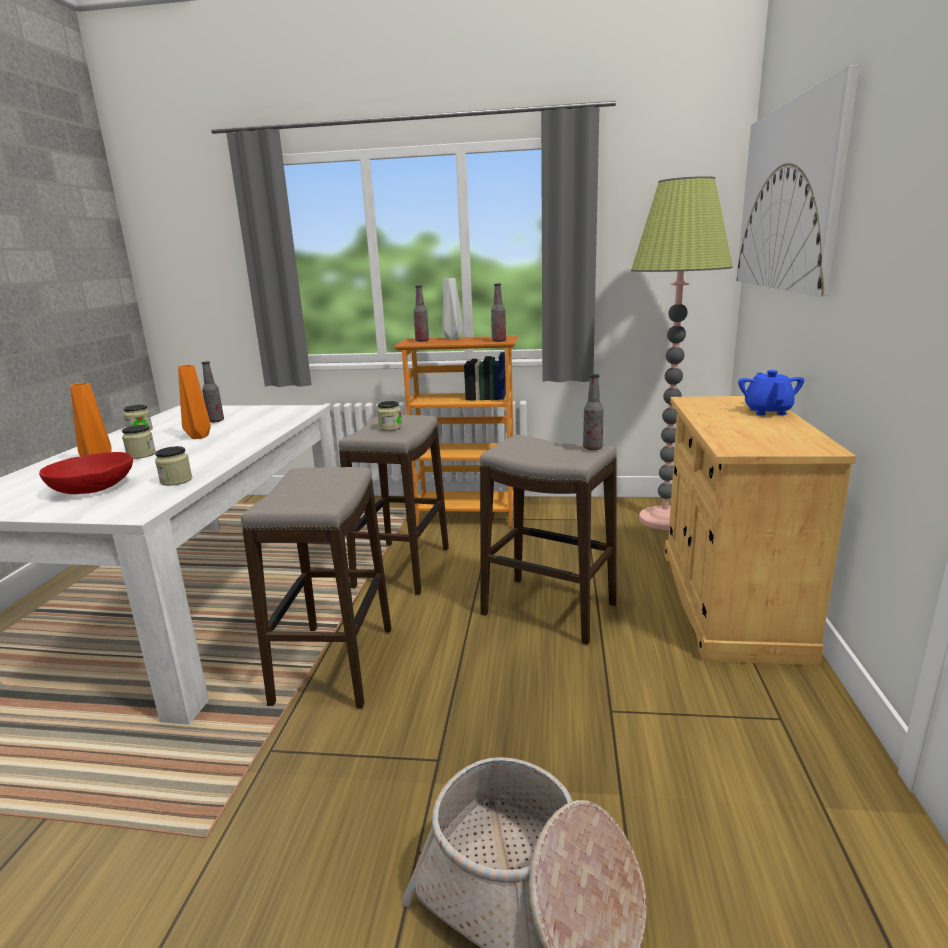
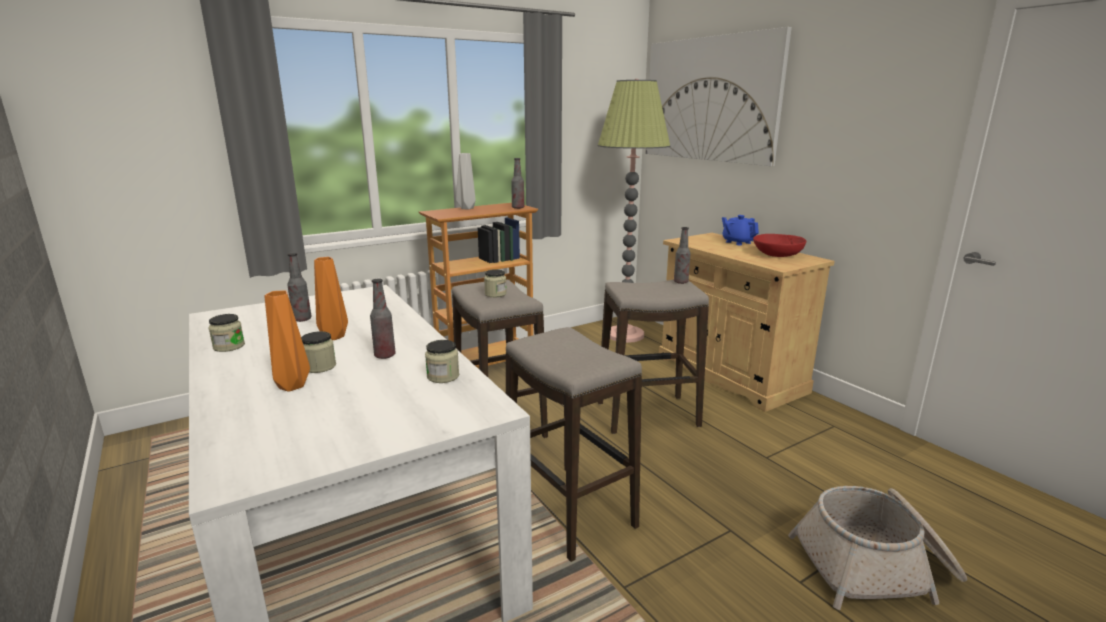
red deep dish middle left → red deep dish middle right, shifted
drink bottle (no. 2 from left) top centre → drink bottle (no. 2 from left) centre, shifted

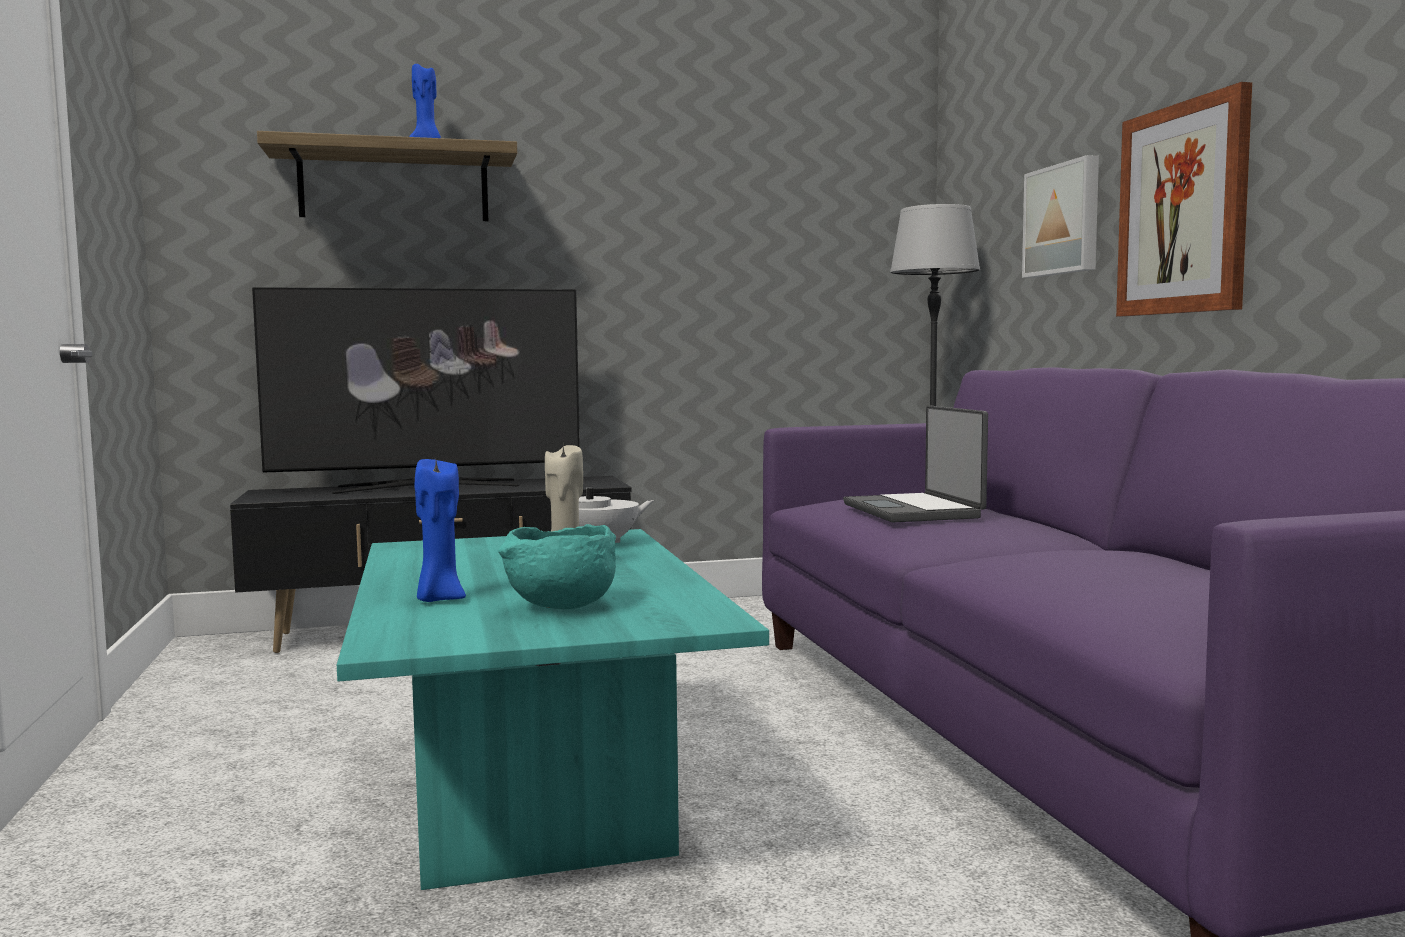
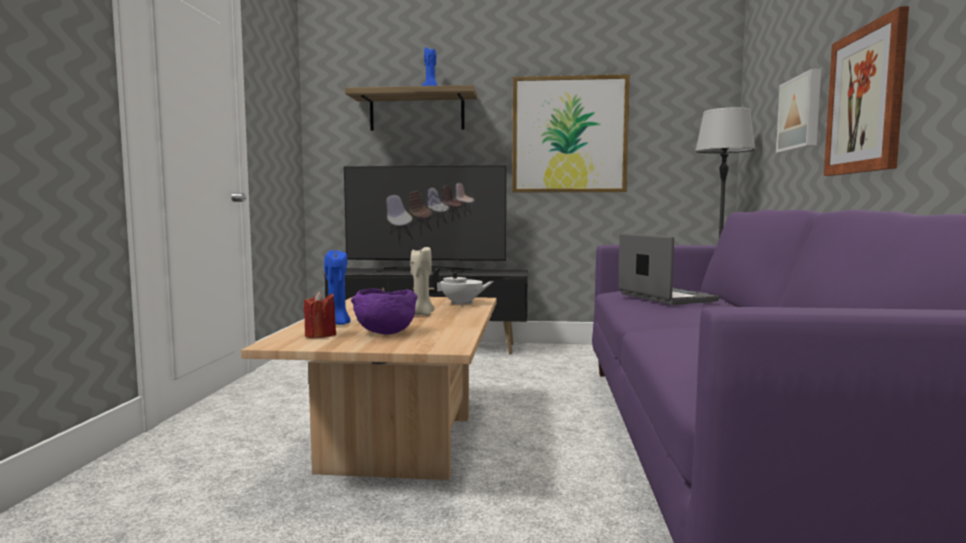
blue-green lounge table bottom centre → sand-coloured lounge table bottom centre
blue-green deep dish centre → purplish deep dish centre
portable computer centre → portable computer middle right, 150 degrees clockwise
- → red candle middle left
- → wall art (no. 1 from left) top centre

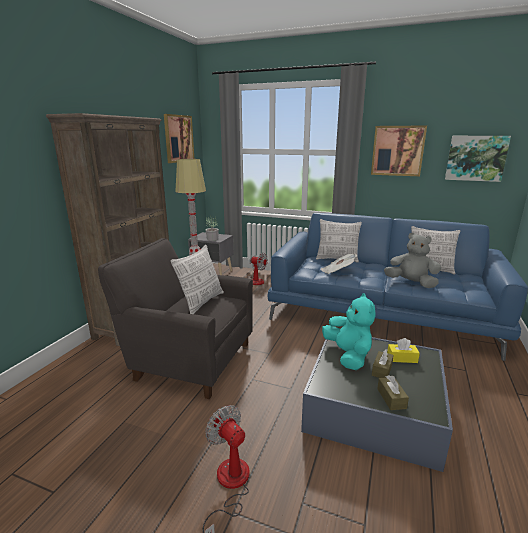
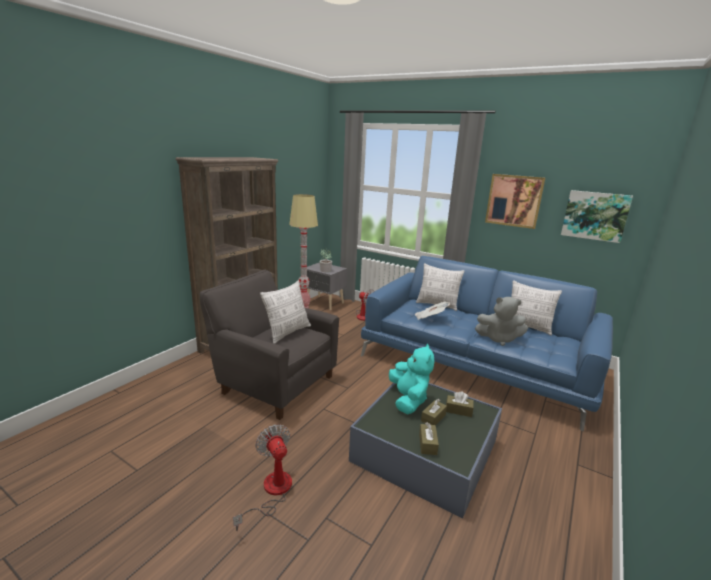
wall art (no. 1 from left) top centre → -
greyish cuddly toy middle right, 150 degrees clockwise
yellow-coloured tissue box middle right → brownish tissue box (no. 3 from left) bottom centre

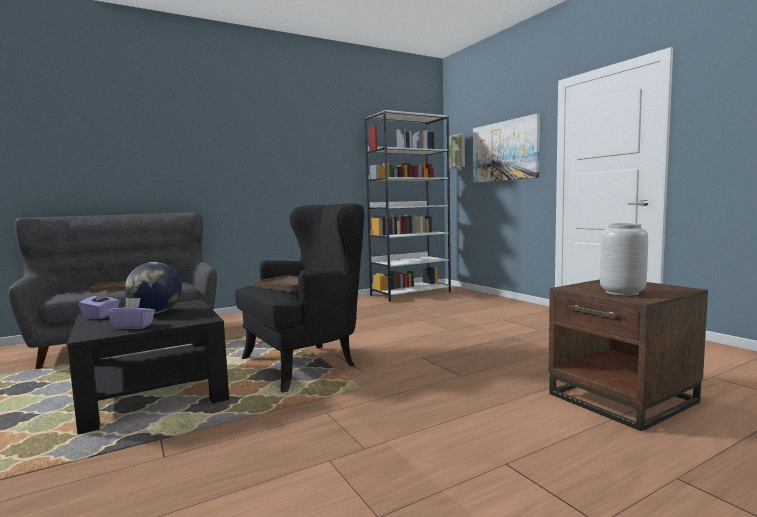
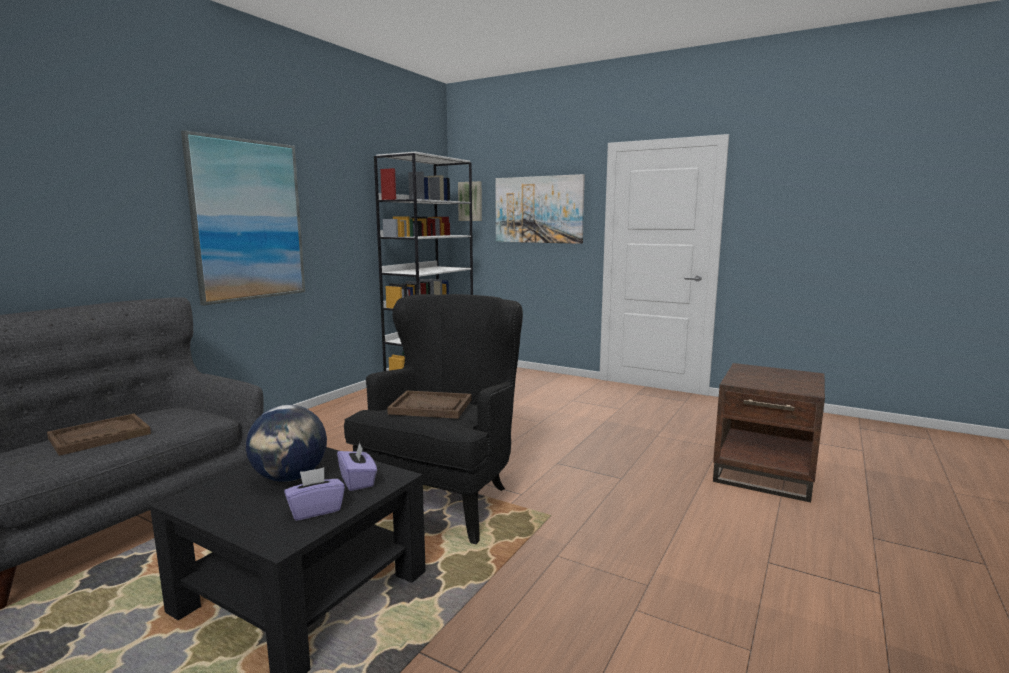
purplish tissue box (no. 1 from left in the first image) middle left → purplish tissue box (no. 2 from left) bottom centre, shifted
greyish flower vase middle right → -
- → wall art (no. 1 from left) top left

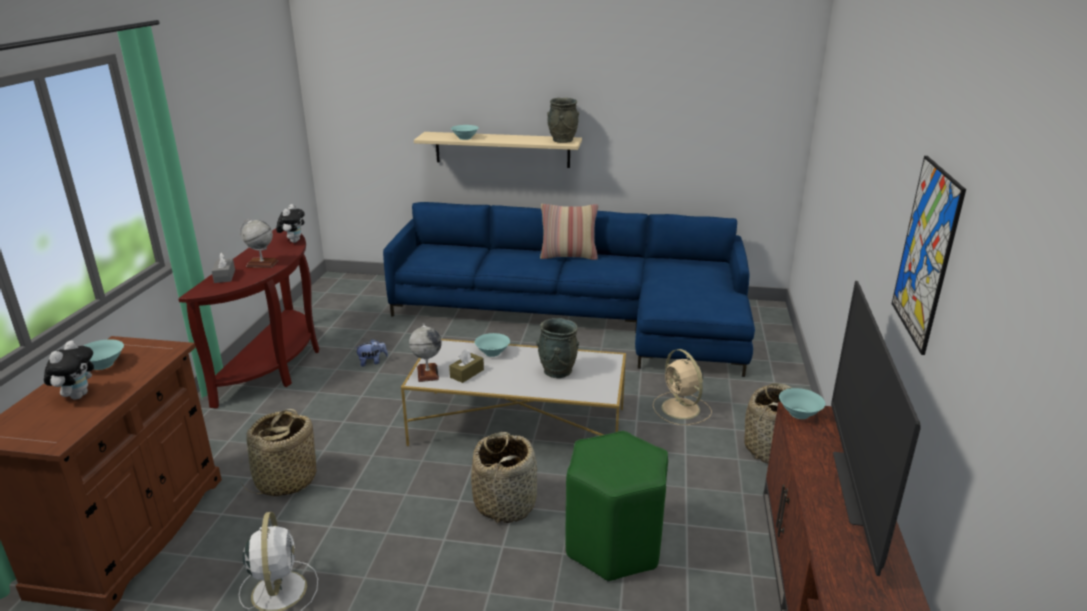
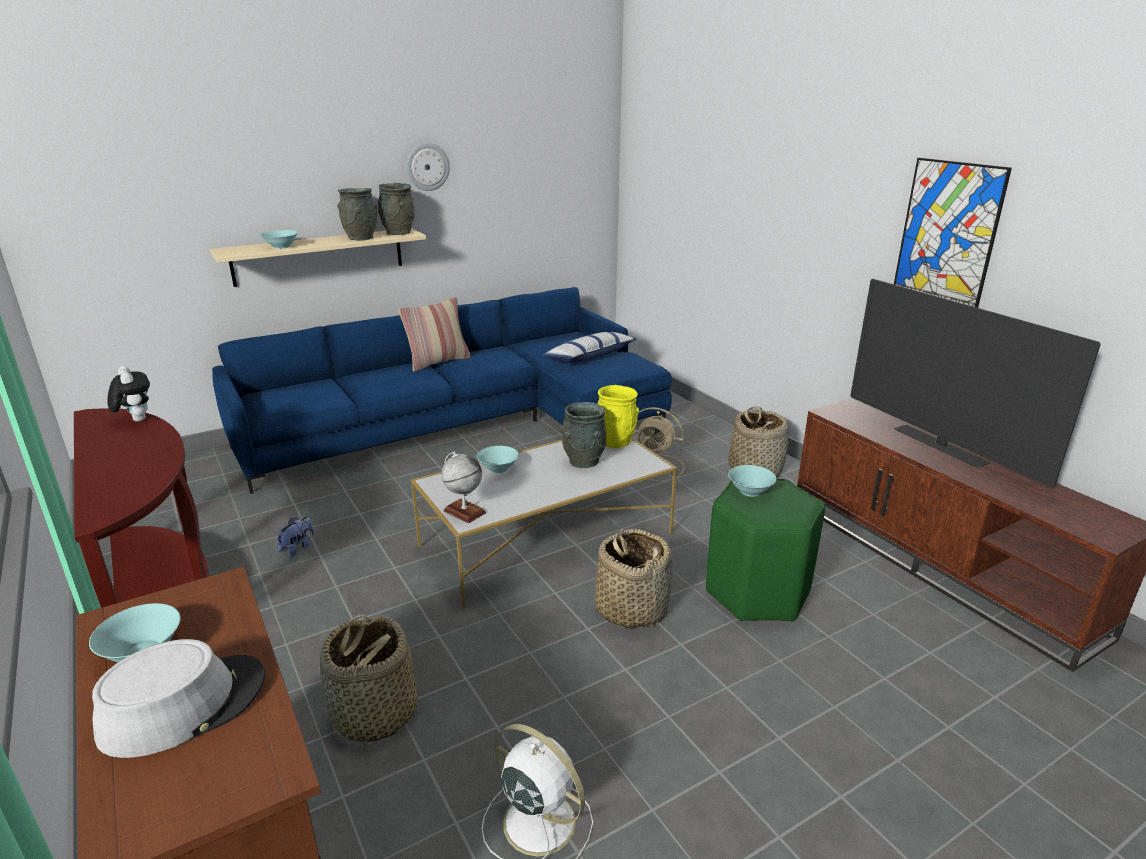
cuddly toy (no. 1 from left) middle left → greyish clothing hat bottom left
greyish tissue box middle left → -
globe (no. 1 from left) middle left → -
brownish tissue box centre → -
blue-green deep dish (no. 4 from left) middle right → blue-green deep dish (no. 4 from left) centre, shifted
- → greyish flower vase (no. 1 from left) top left
- → wall clock top centre
- → throw pillow (no. 2 from left) centre
- → yellow-coloured flower vase centre

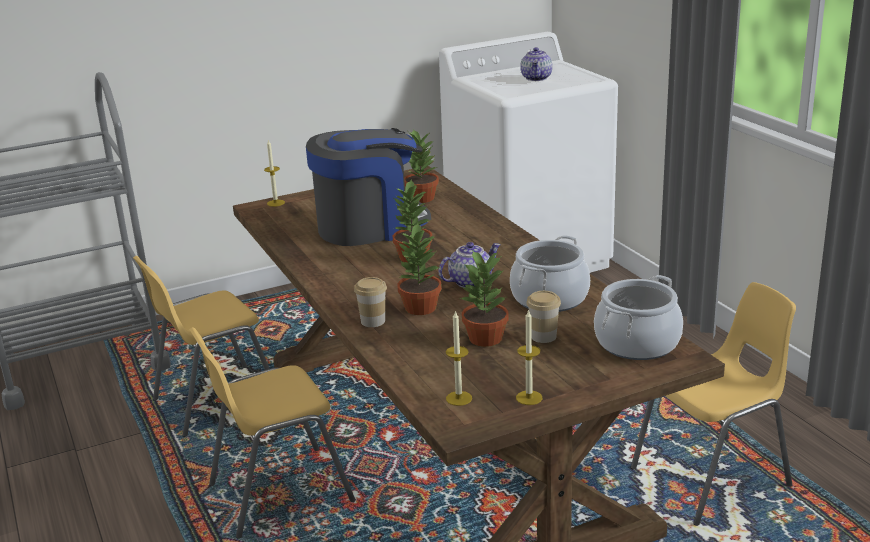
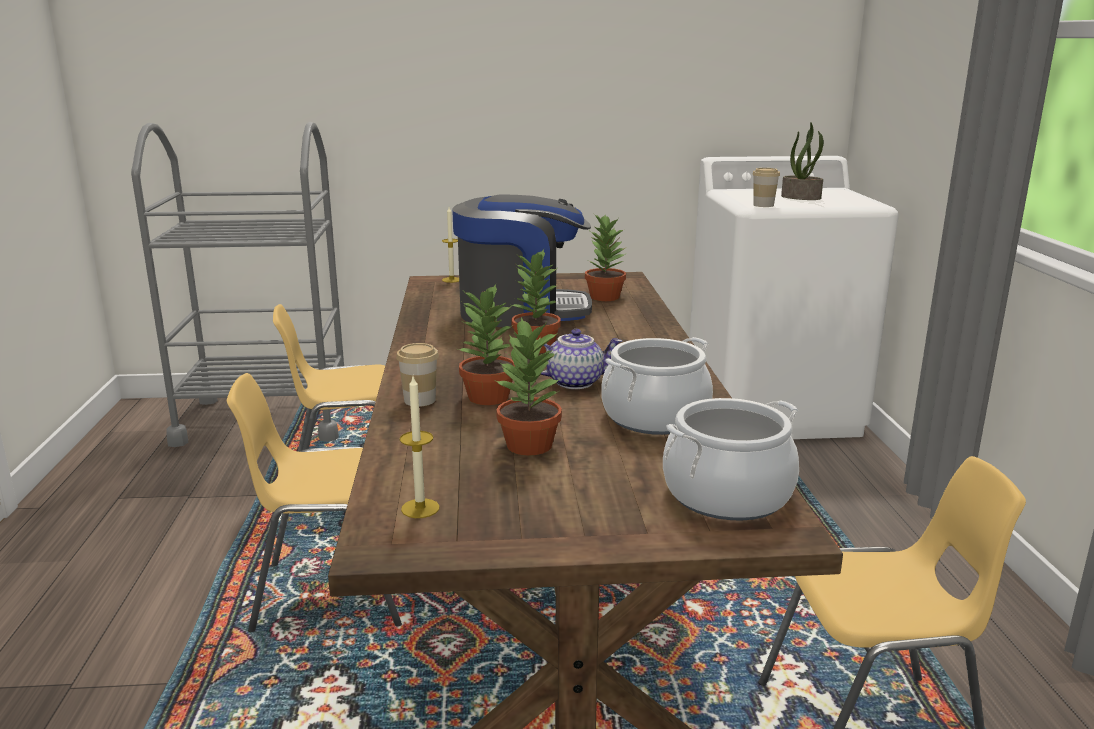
candle (no. 3 from left) centre → -
teapot (no. 2 from left) top centre → potted plant (no. 5 from left) top right
small cup (no. 2 from left) centre → small cup (no. 2 from left) top right, shifted

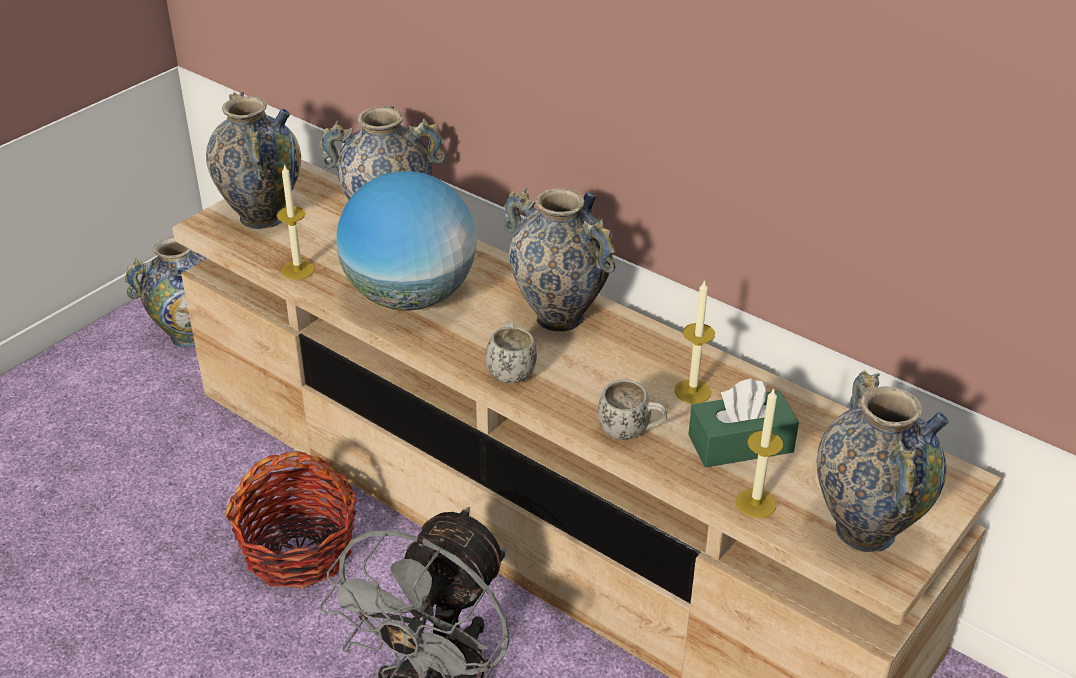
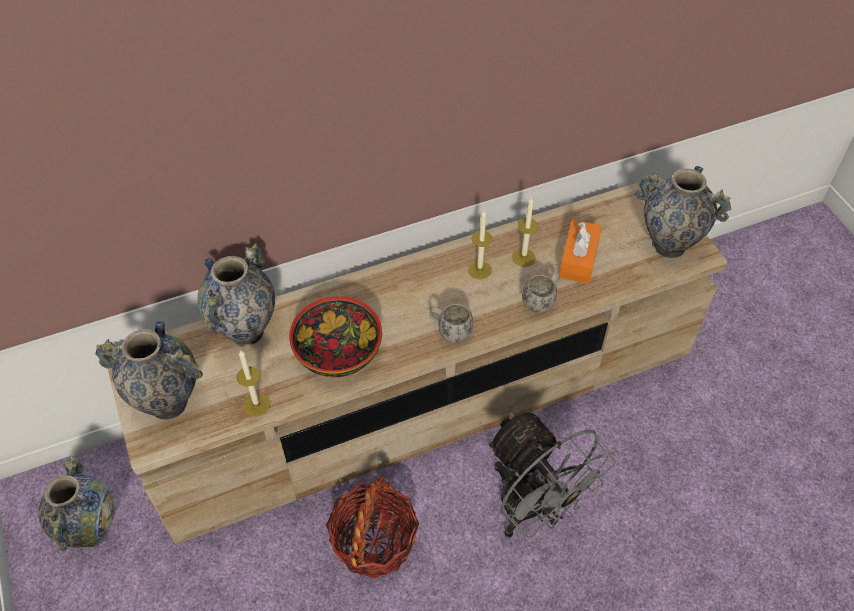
globe centre → deep dish centre
flower vase (no. 4 from left) centre → -
green tissue box middle right → orange tissue box middle right
candle (no. 3 from left in the first image) bottom right → candle (no. 2 from left) centre, shifted

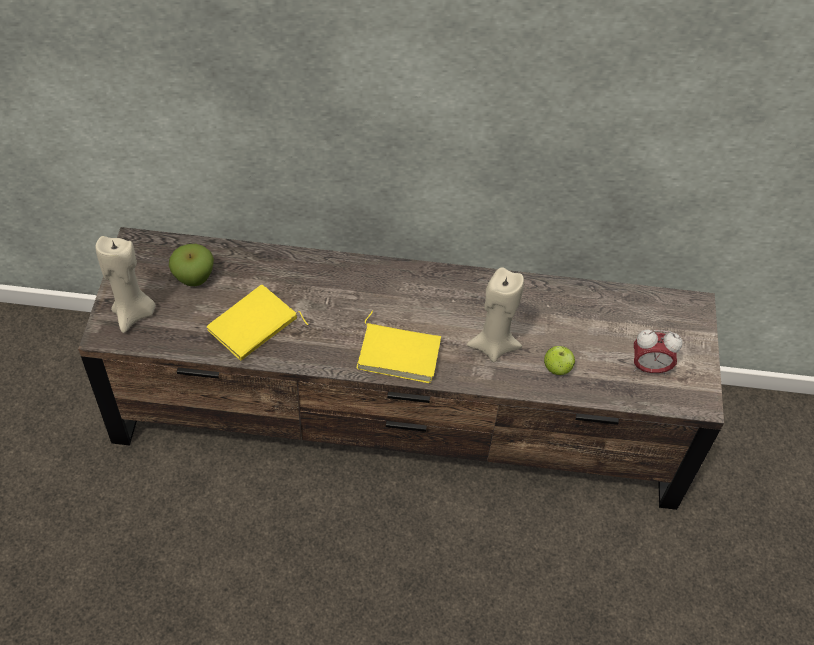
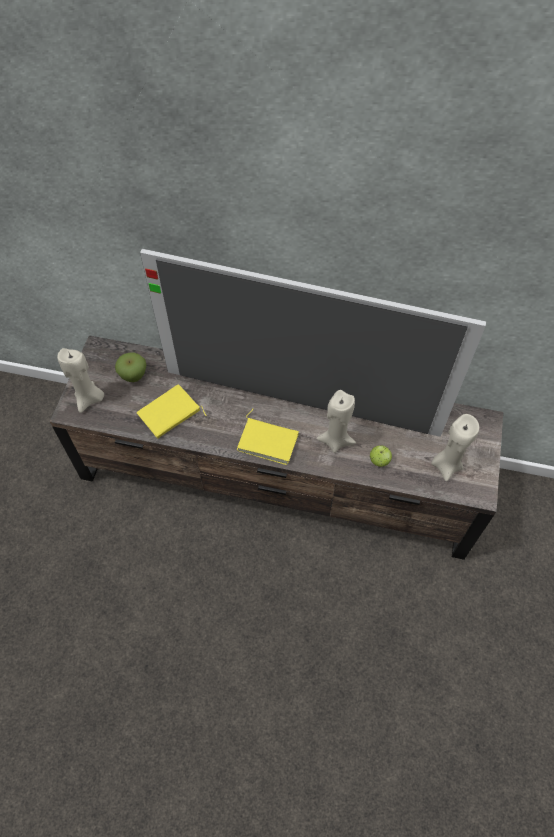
alarm clock middle right → sand-coloured candle (no. 3 from left) middle right
- → TV centre

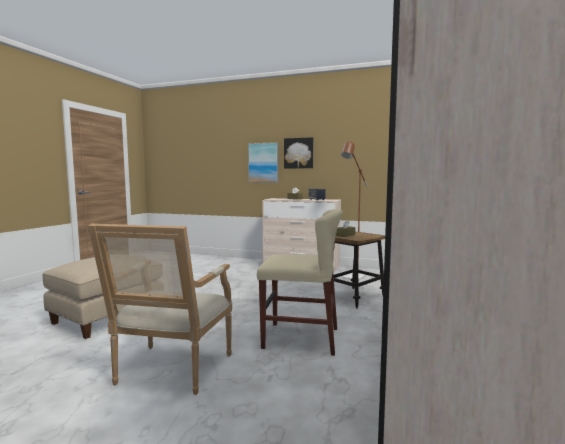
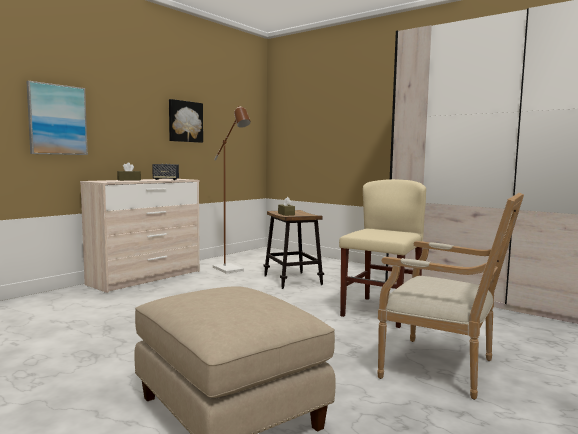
wall art (no. 2 from left) centre → wall art (no. 2 from left) top left, shifted

